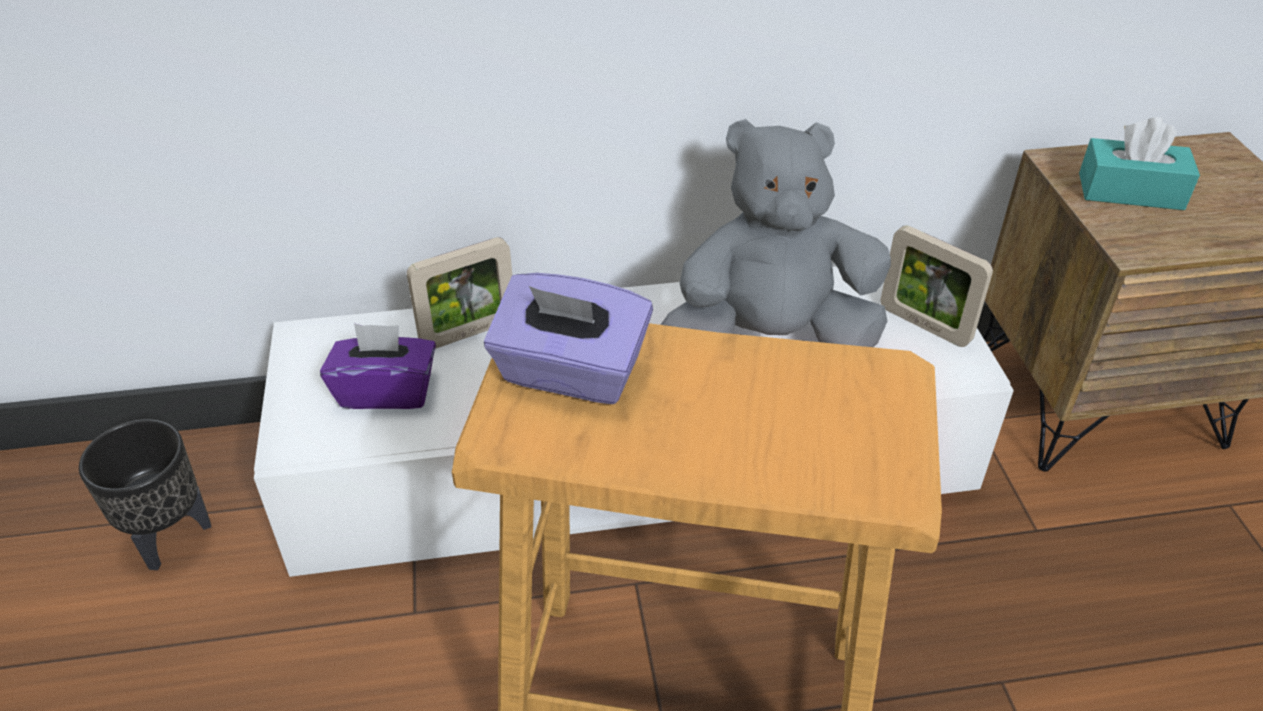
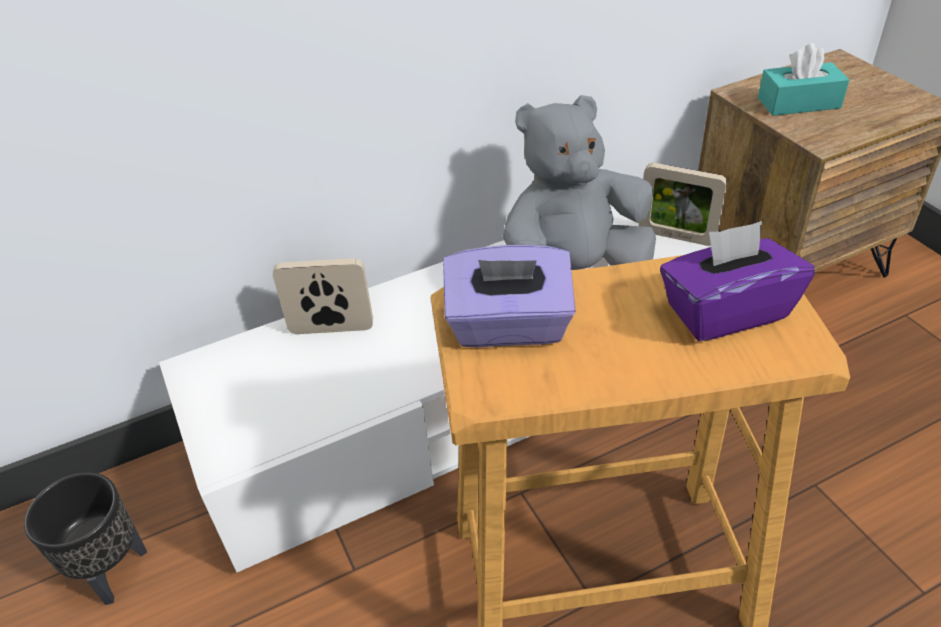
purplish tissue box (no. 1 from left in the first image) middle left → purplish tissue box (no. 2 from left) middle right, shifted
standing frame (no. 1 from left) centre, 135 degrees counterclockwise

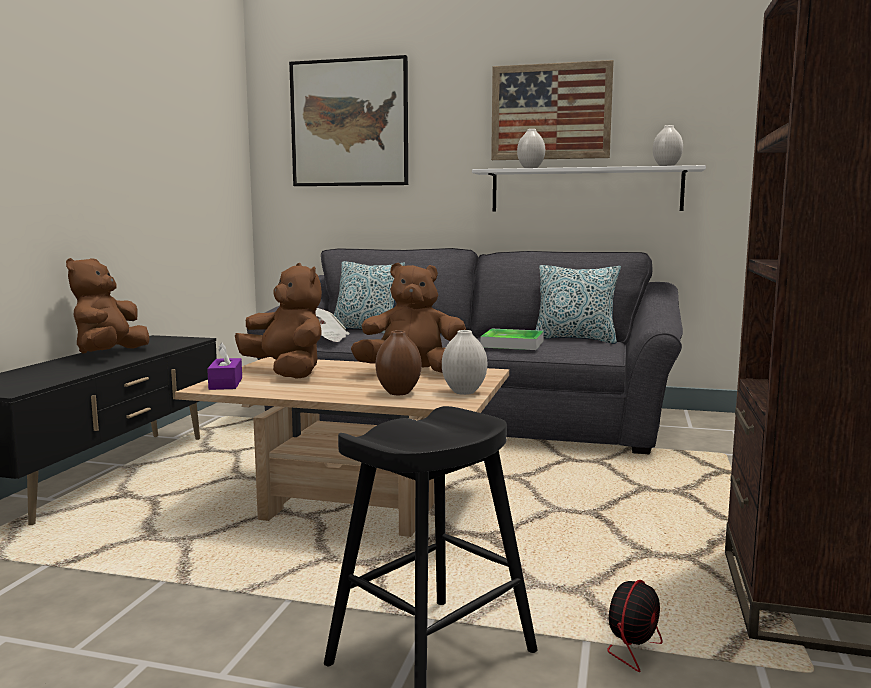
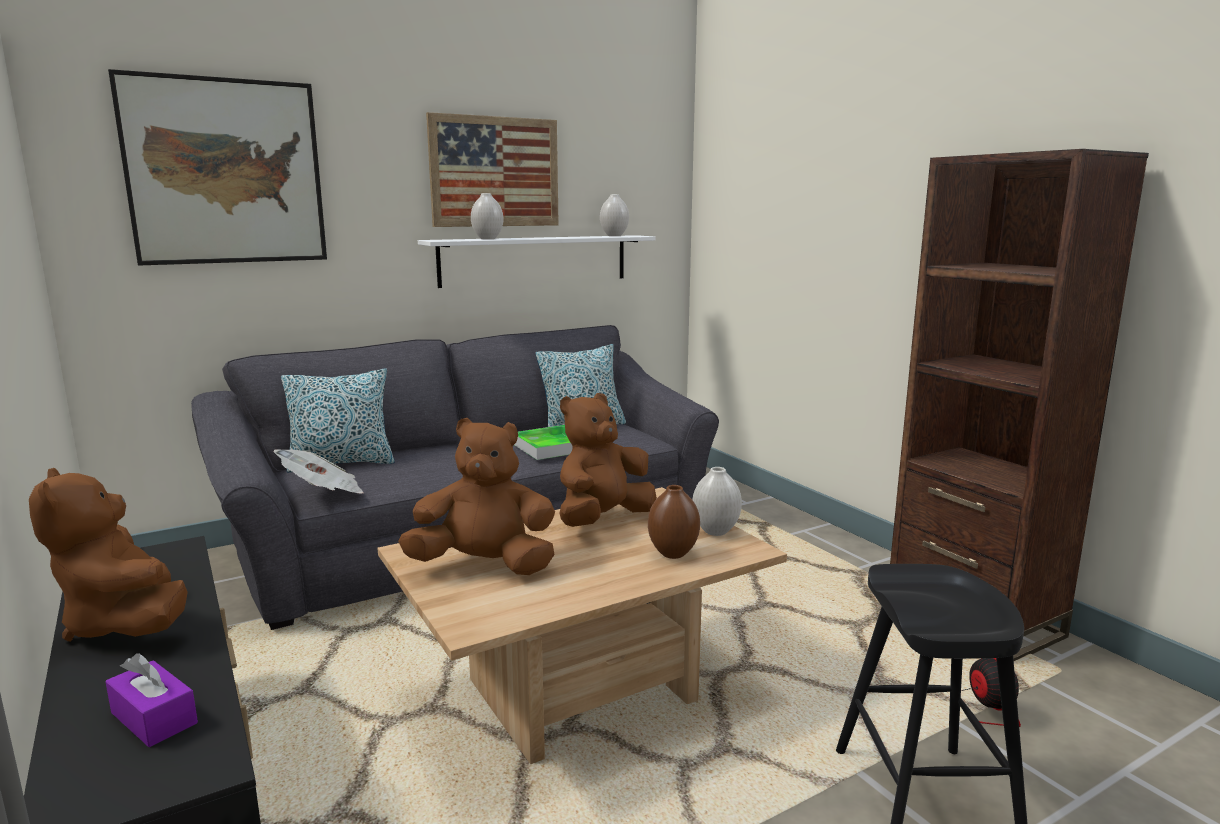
purplish tissue box middle left → purplish tissue box bottom left, shifted

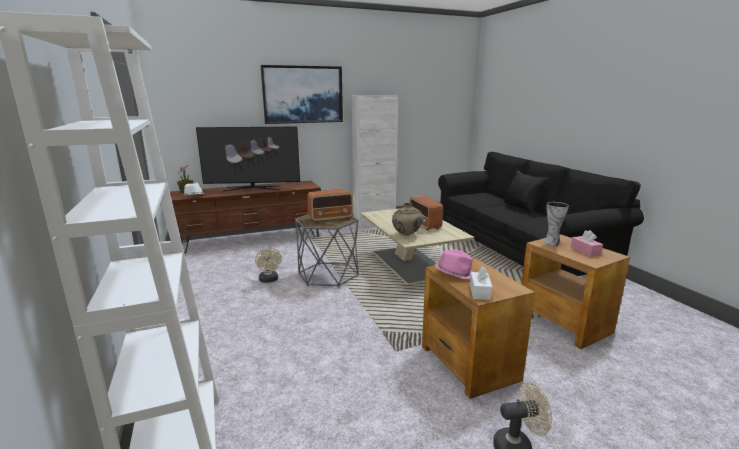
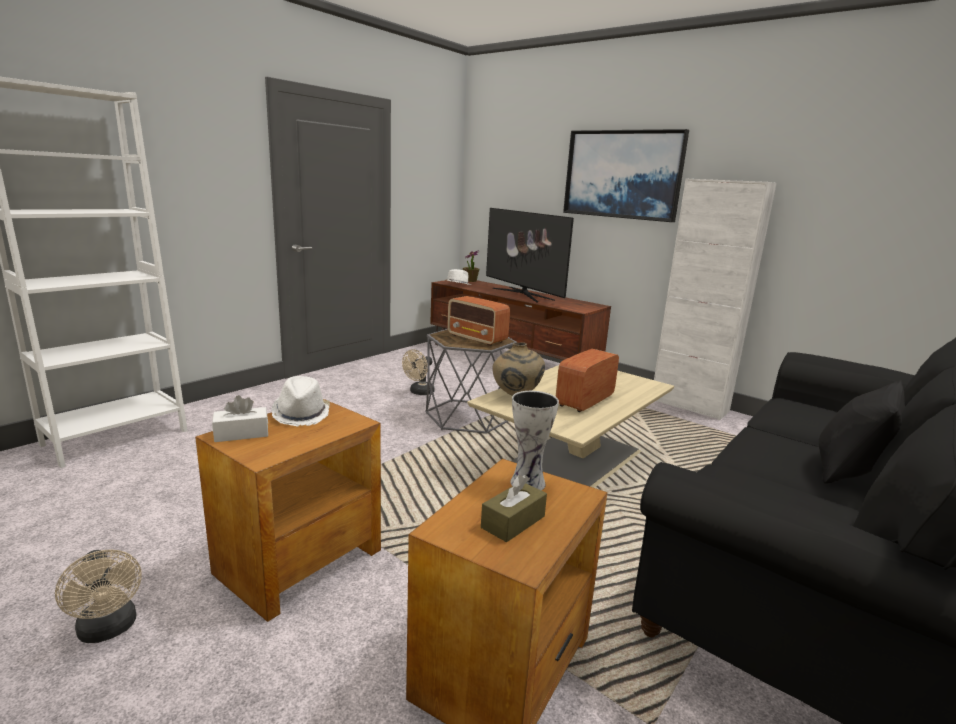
pinkish clothing hat centre → white-coloured clothing hat (no. 1 from left) middle left
pinkish tissue box middle right → brownish tissue box bottom centre

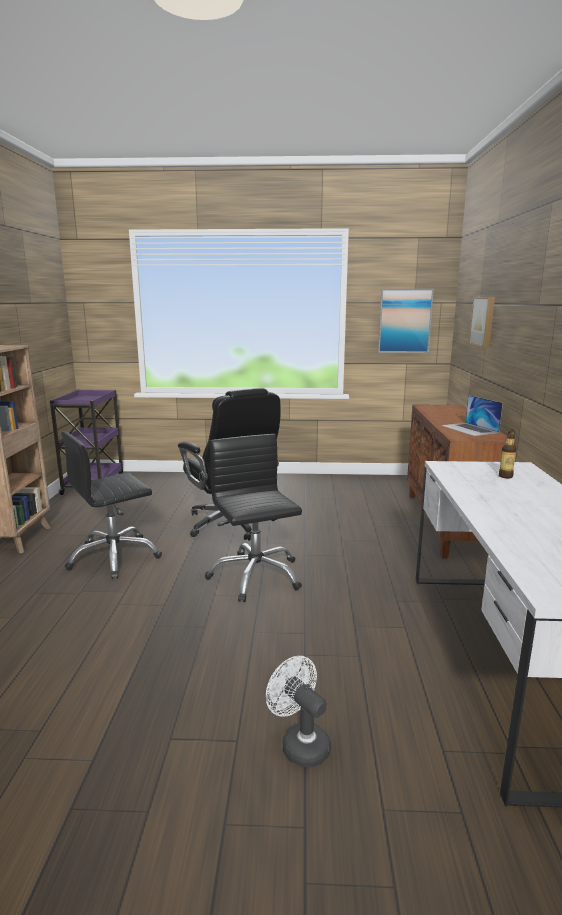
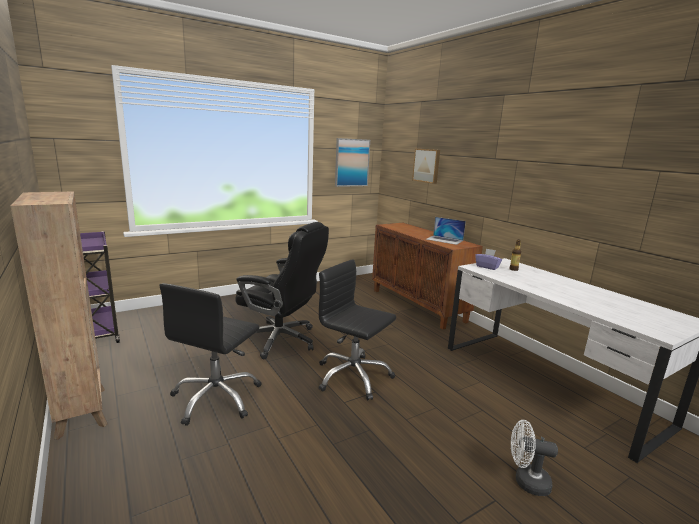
- → purplish tissue box middle right

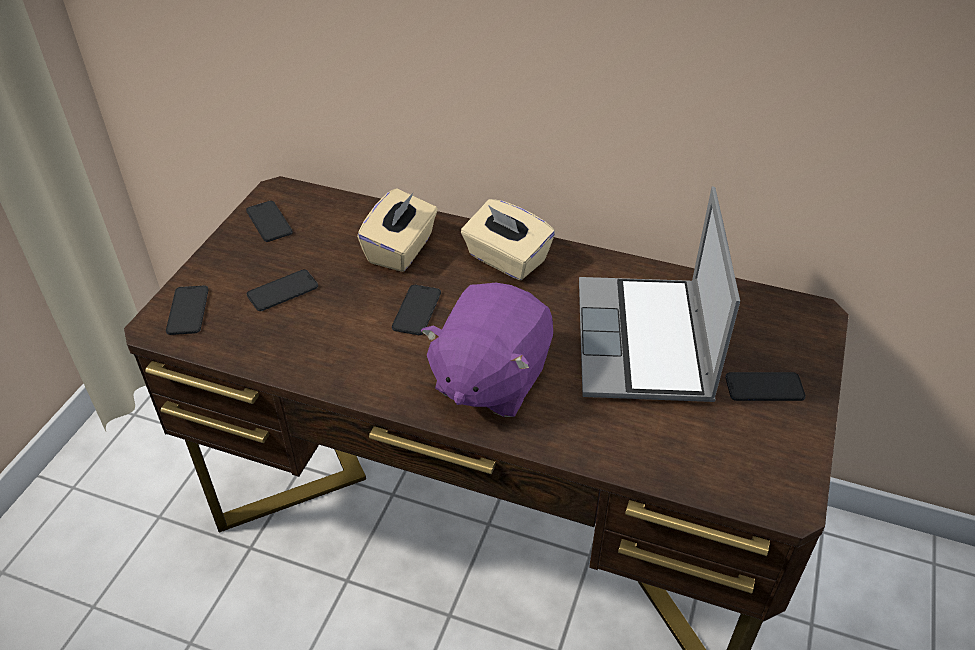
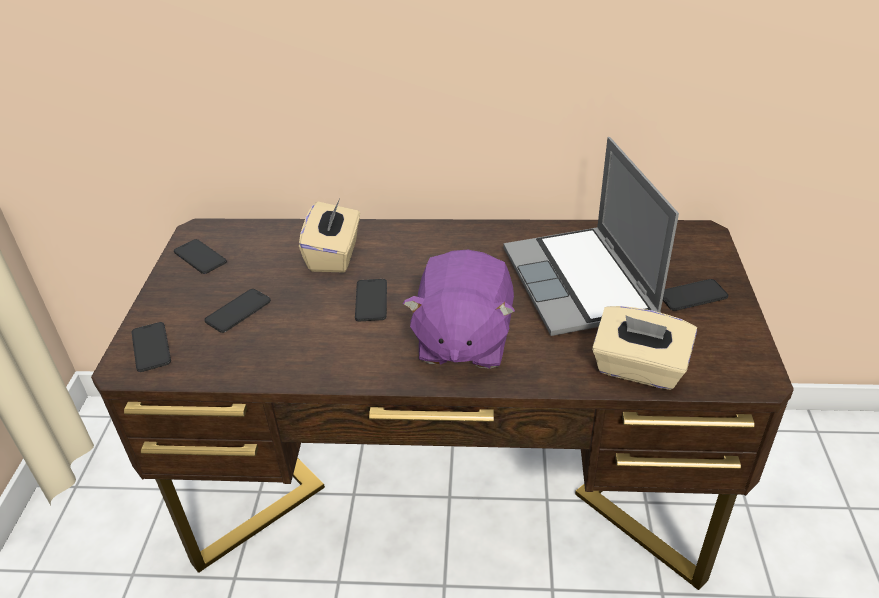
sand-coloured tissue box (no. 2 from left) centre → sand-coloured tissue box (no. 2 from left) middle right, shifted

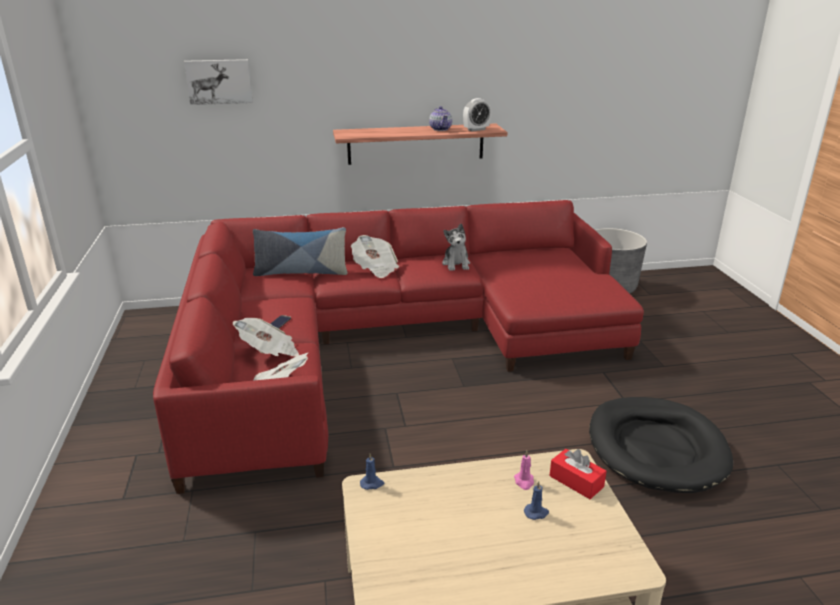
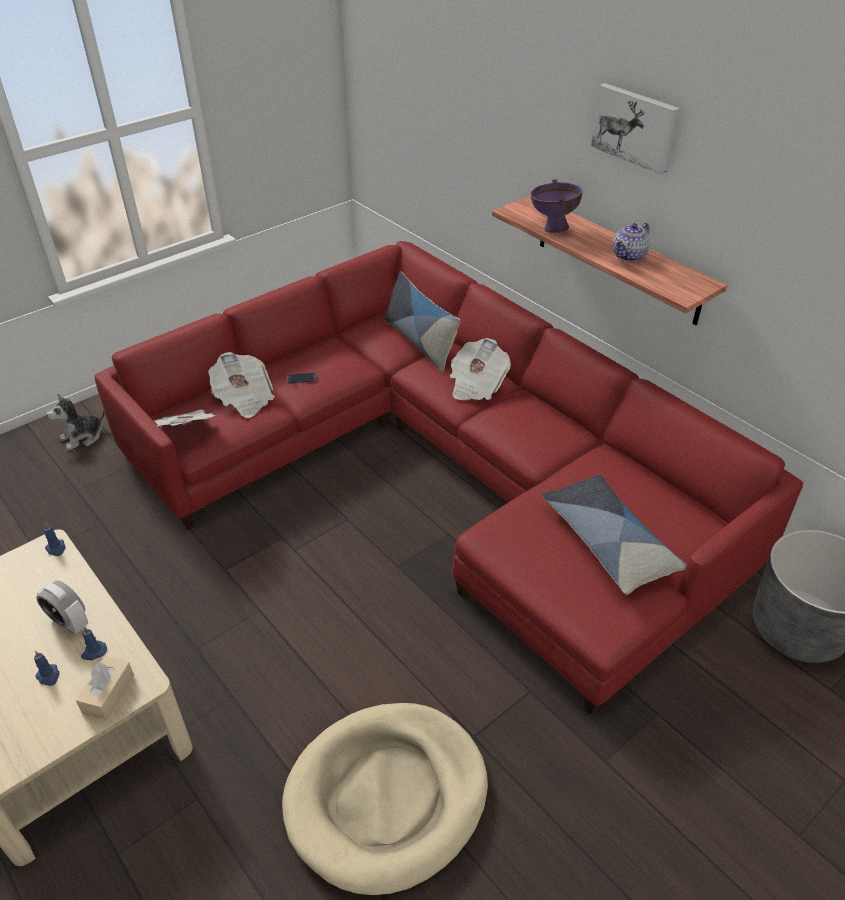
wall art top left → wall art top right, shifted
cuddly toy centre → cuddly toy middle left, shifted
alarm clock top centre → alarm clock bottom left, shifted
pinkish candle bottom centre → bluish candle (no. 3 from left) bottom left
red tissue box bottom right → sand-coloured tissue box bottom left
black-coloured pet bed bottom right → sand-coloured pet bed bottom centre
- → purplish deep dish top centre
- → throw pillow (no. 2 from left) middle right

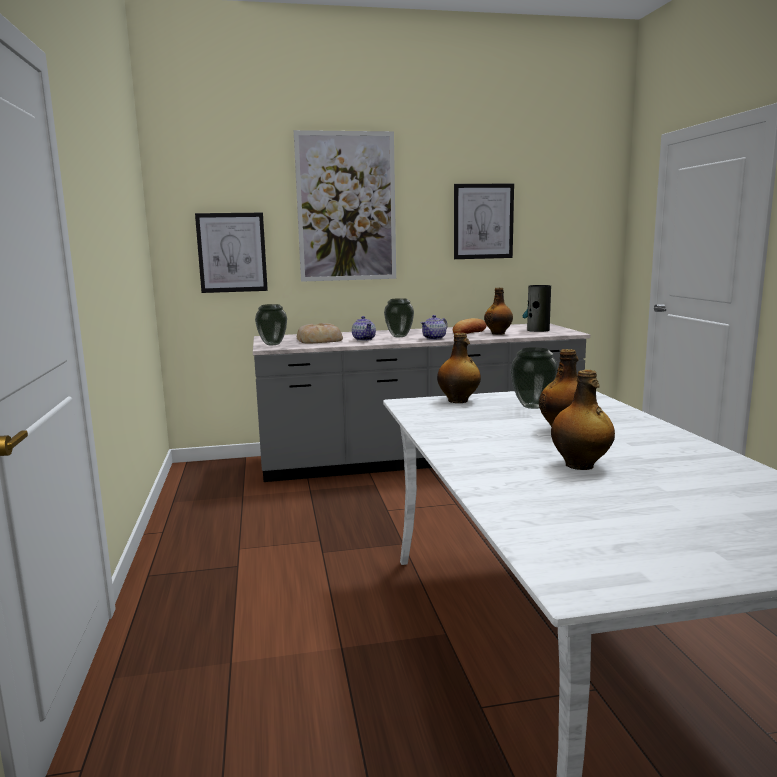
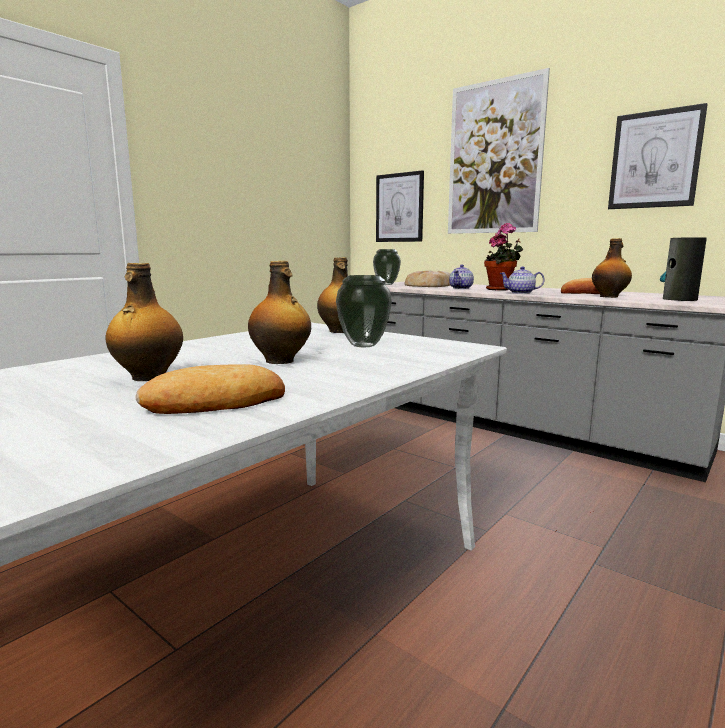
flower vase (no. 2 from left) centre → potted plant middle right
- → bread (no. 1 from left) middle left

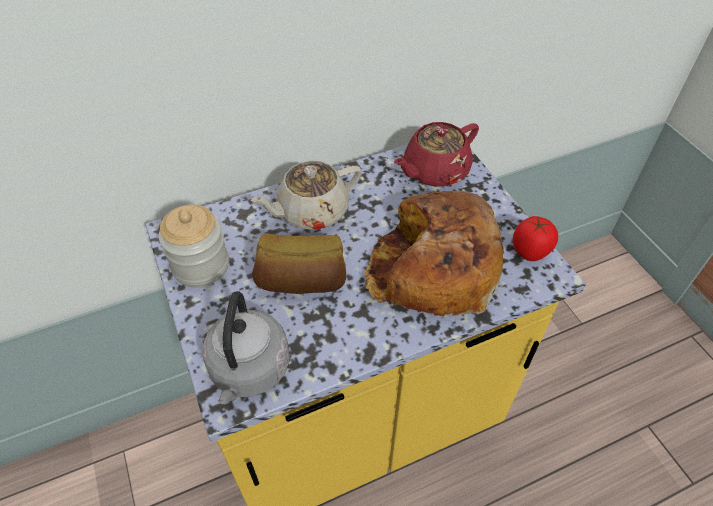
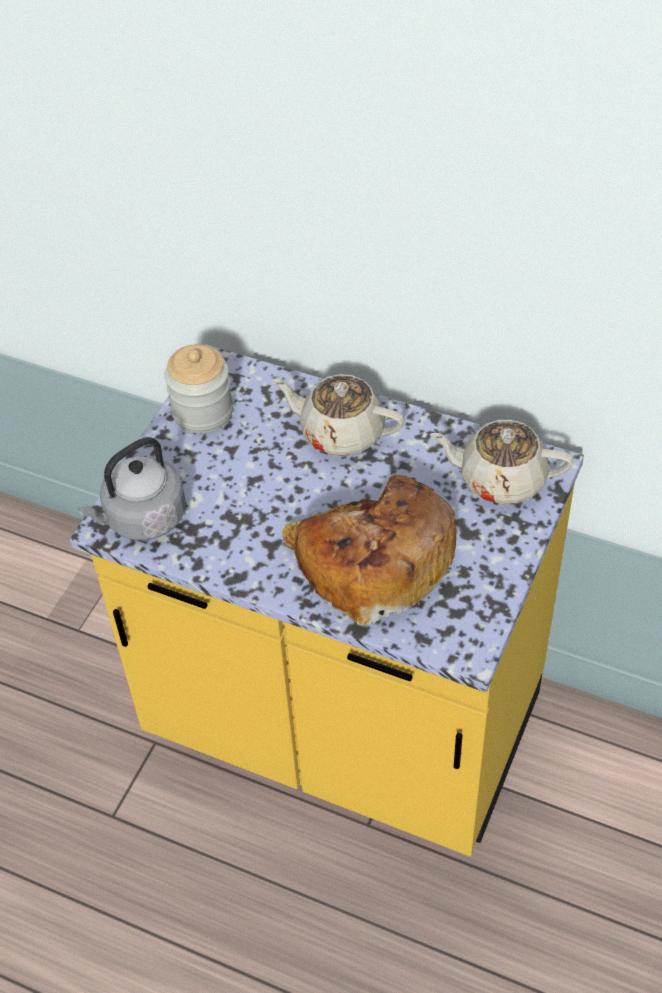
bread (no. 1 from left) centre → -
red teapot top centre → sand-coloured teapot (no. 2 from left) middle right
whole tomato middle right → -

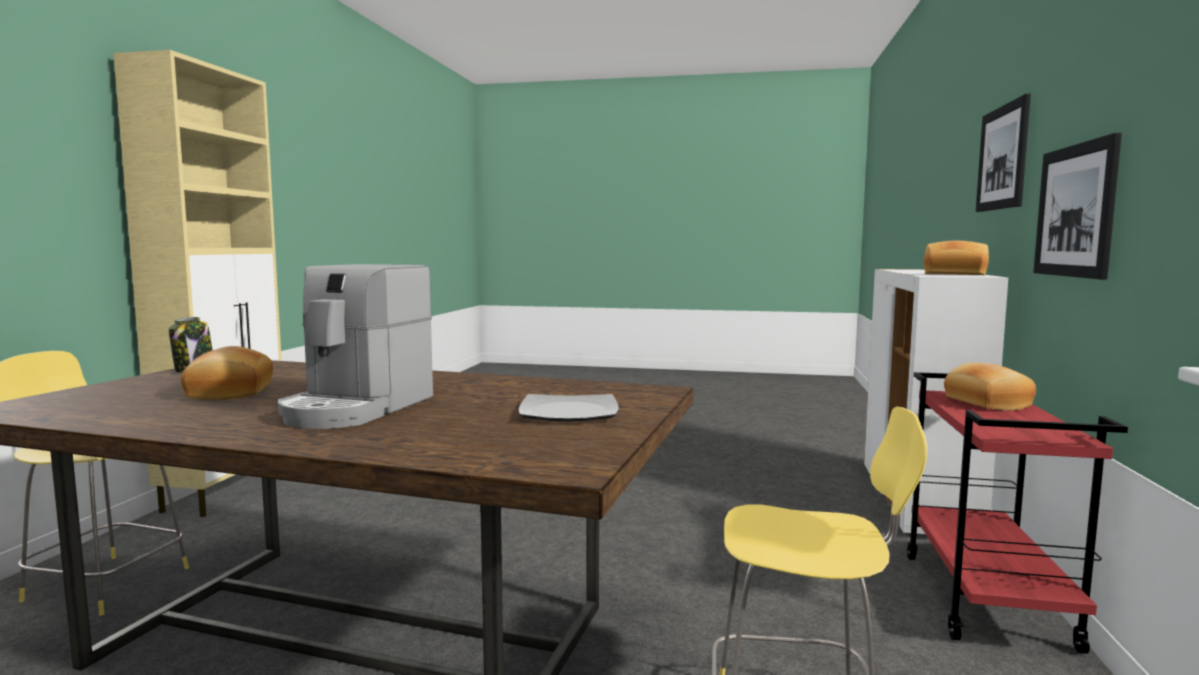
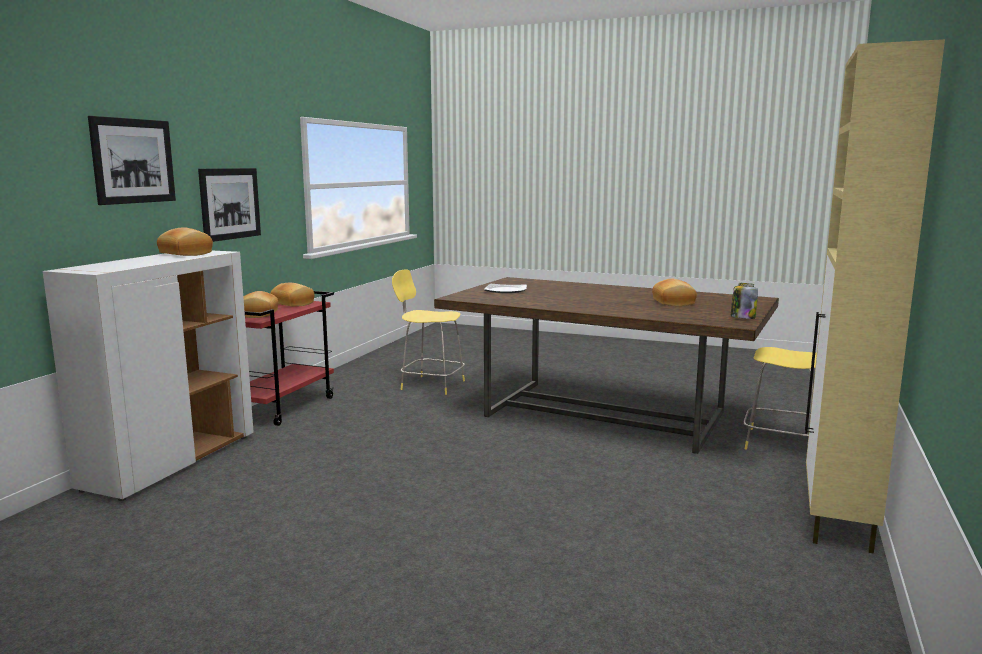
coffee machine middle left → -
- → bread (no. 3 from left) middle left

